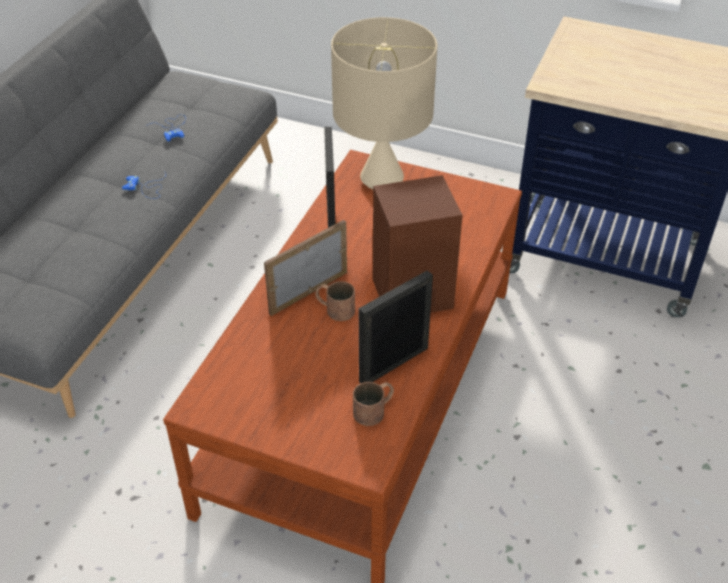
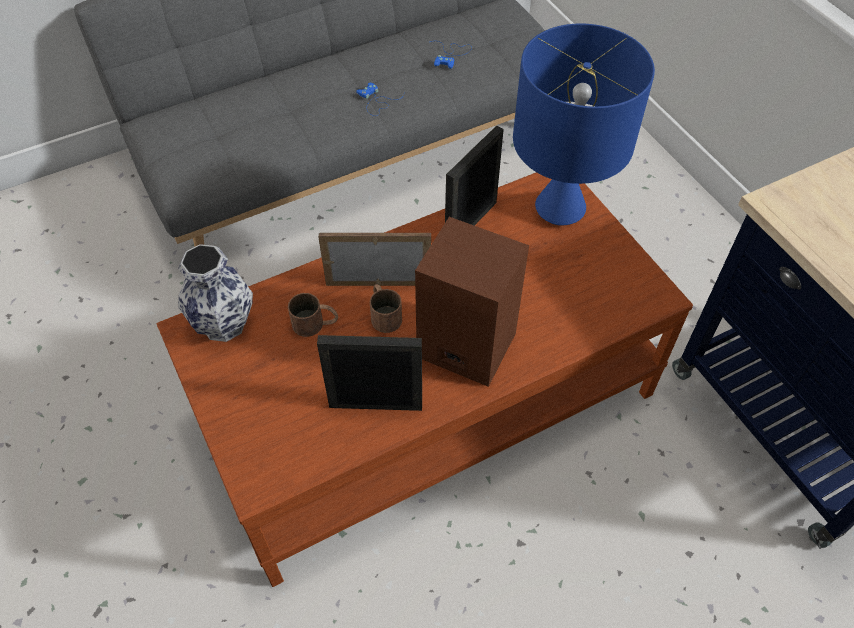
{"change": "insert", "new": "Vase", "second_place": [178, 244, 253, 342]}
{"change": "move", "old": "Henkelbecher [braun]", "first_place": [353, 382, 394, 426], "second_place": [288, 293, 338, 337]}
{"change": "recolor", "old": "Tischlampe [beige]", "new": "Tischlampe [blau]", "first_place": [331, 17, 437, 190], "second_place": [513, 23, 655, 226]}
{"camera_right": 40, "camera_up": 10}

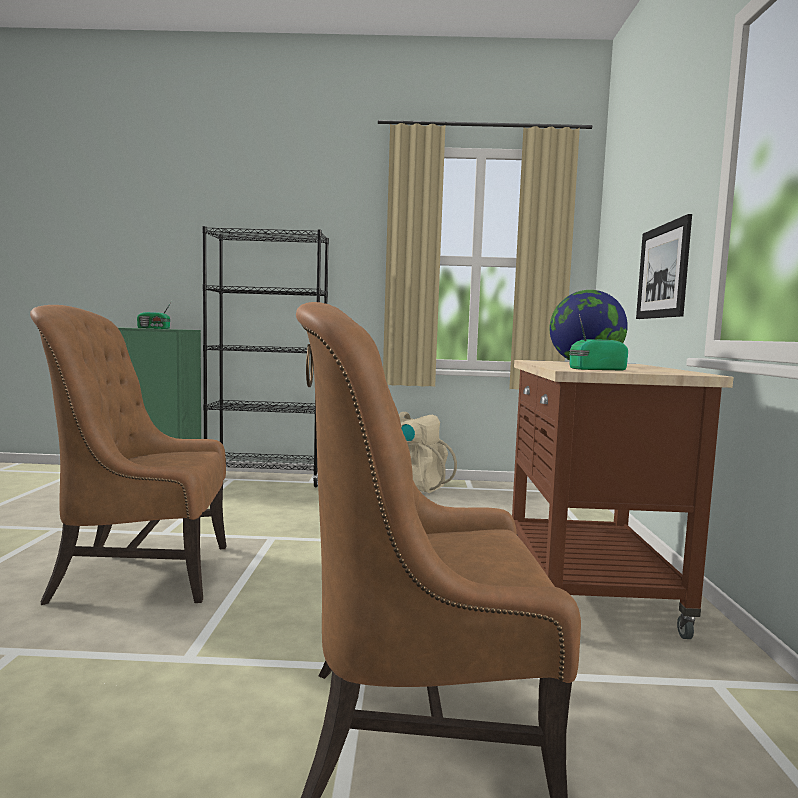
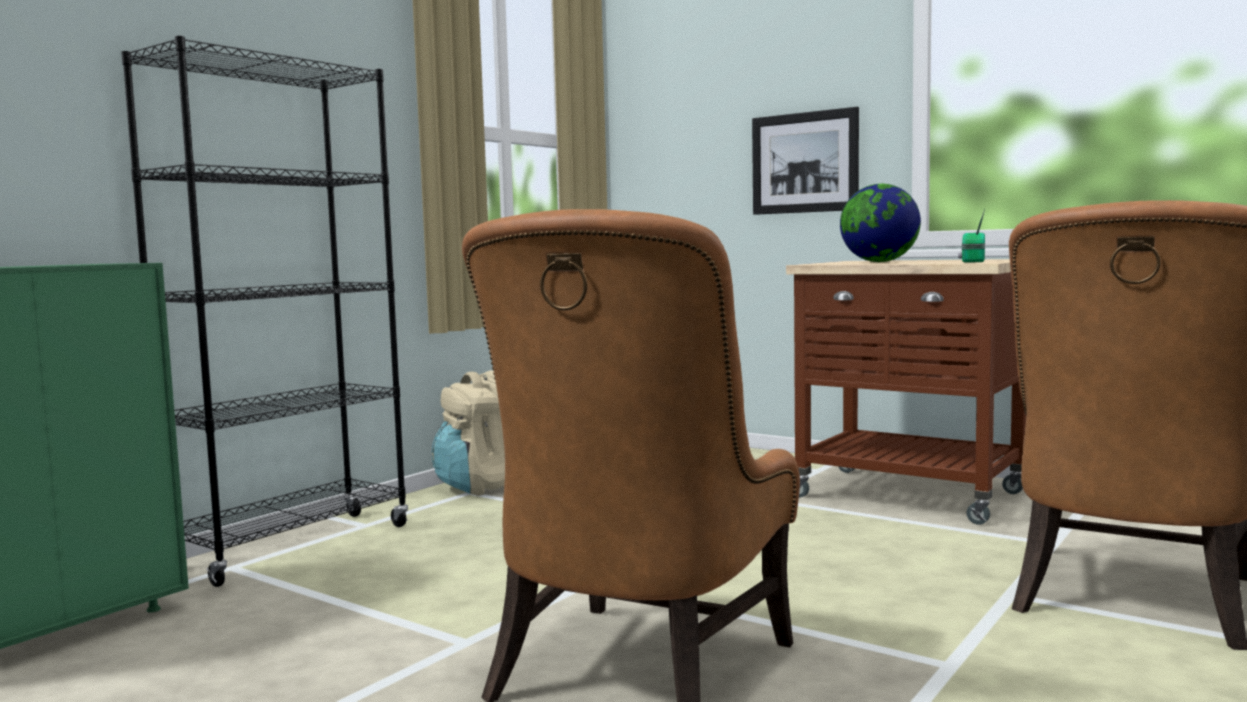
{"change": "delete", "old": "Radio", "first_place": [137, 301, 172, 329]}
{"camera_right": -55, "camera_up": 0}

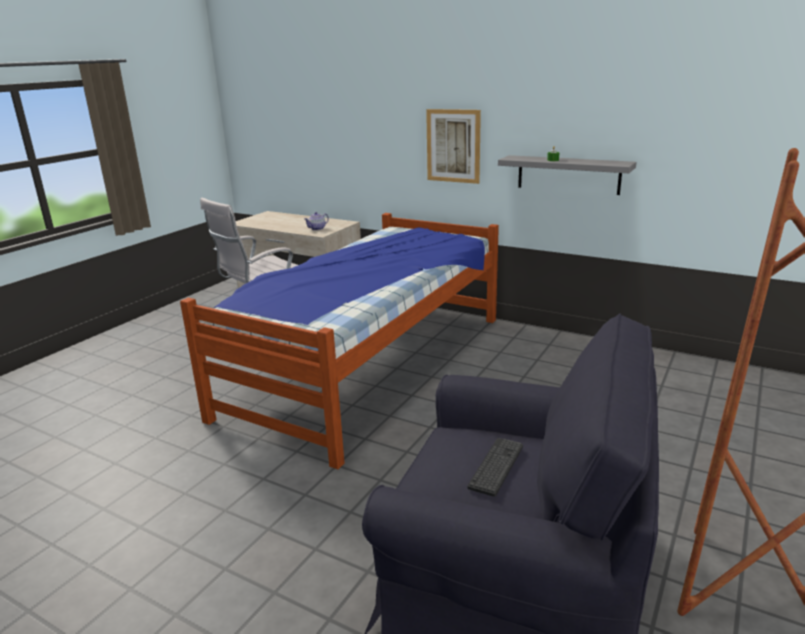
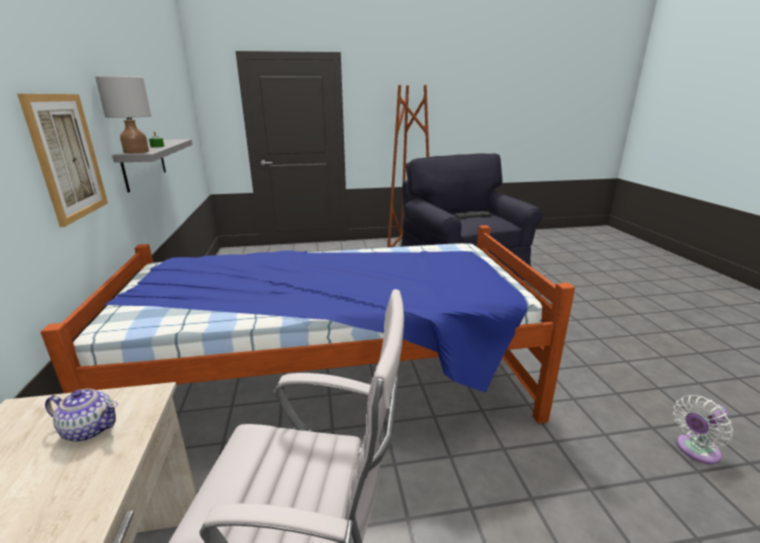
{"change": "insert", "new": "Tischlampe [grau]", "second_place": [95, 76, 151, 153]}
{"change": "insert", "new": "Ventilator [weiß]", "second_place": [673, 395, 733, 464]}
{"camera_right": -130, "camera_up": 0}

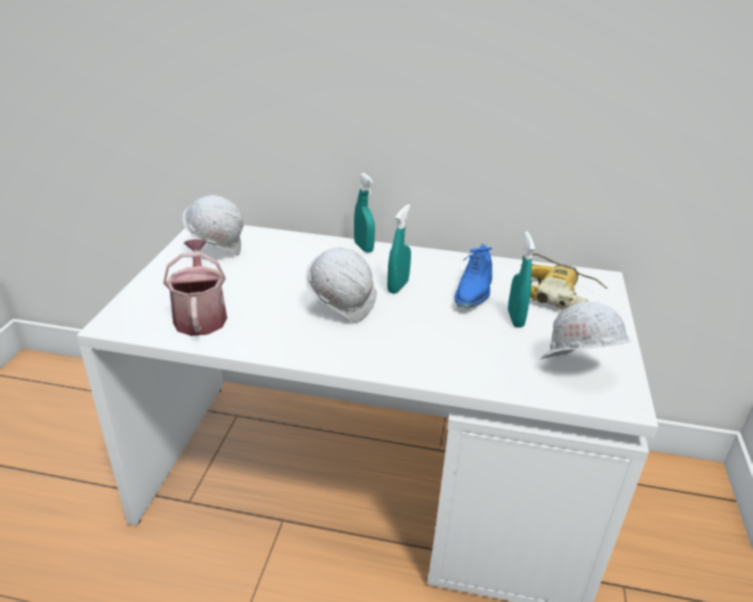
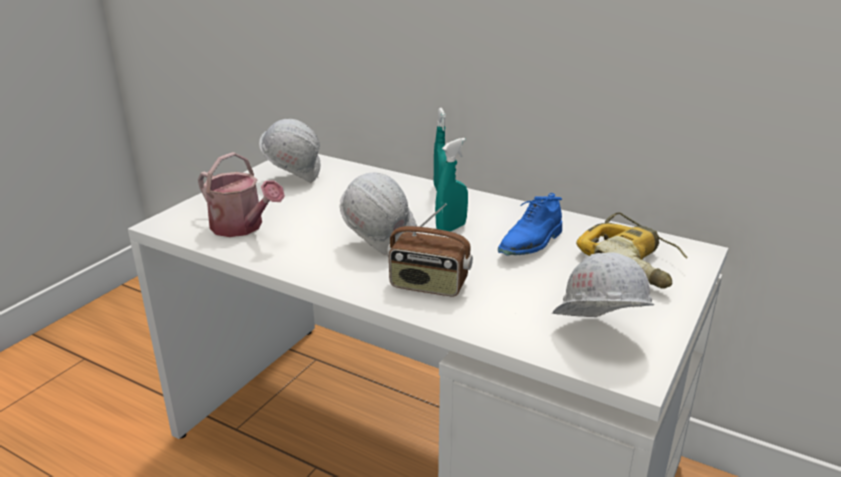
{"change": "rotate", "old": "Gießkanne", "first_place": [163, 239, 227, 336], "second_place": [198, 152, 285, 237], "degrees": 120}
{"change": "insert", "new": "Radio", "second_place": [387, 203, 473, 296]}
{"change": "delete", "old": "Sprühflasche [türkis]", "first_place": [508, 231, 535, 328]}
{"camera_right": 20, "camera_up": -5}

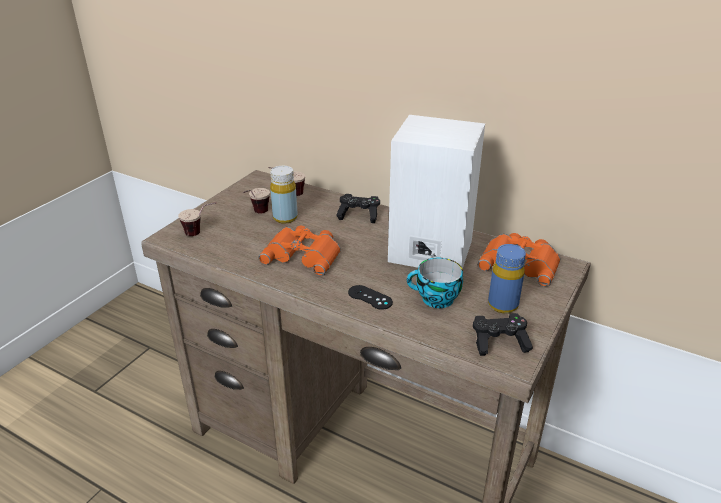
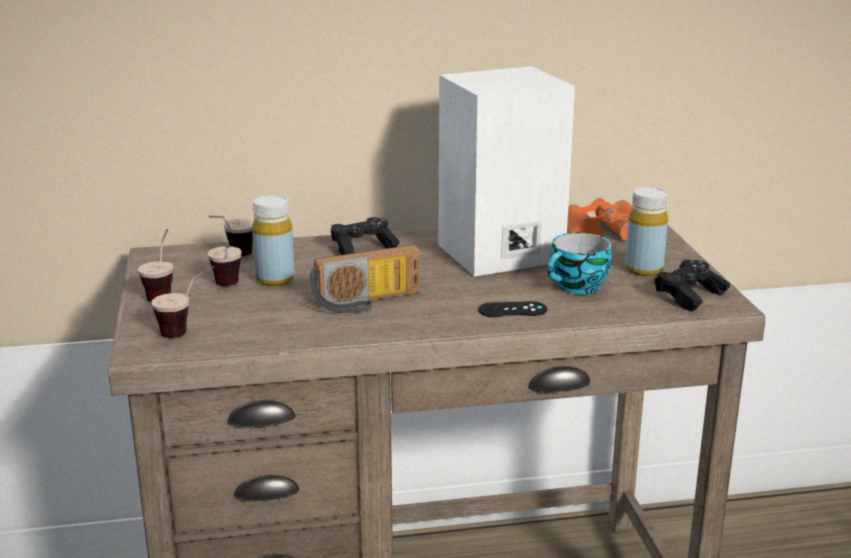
{"change": "insert", "new": "Tasse", "second_place": [138, 229, 174, 302]}
{"change": "replace", "old": "Fernglas [orange]", "new": "Radio", "first_place": [259, 226, 341, 276], "second_place": [310, 245, 420, 313]}
{"change": "recolor", "old": "Flasche [blau]", "new": "Flasche [gelb]", "first_place": [488, 244, 526, 313], "second_place": [625, 187, 668, 276]}
{"camera_right": -40, "camera_up": -10}

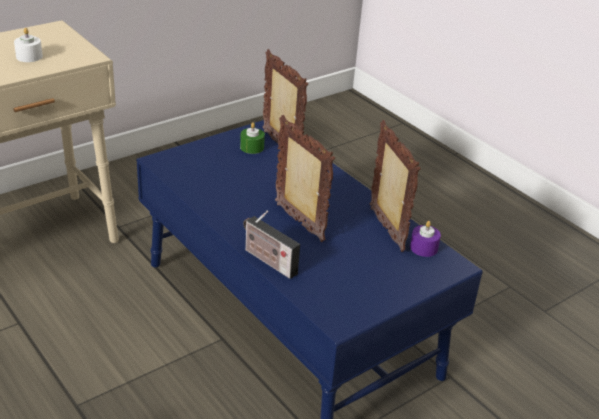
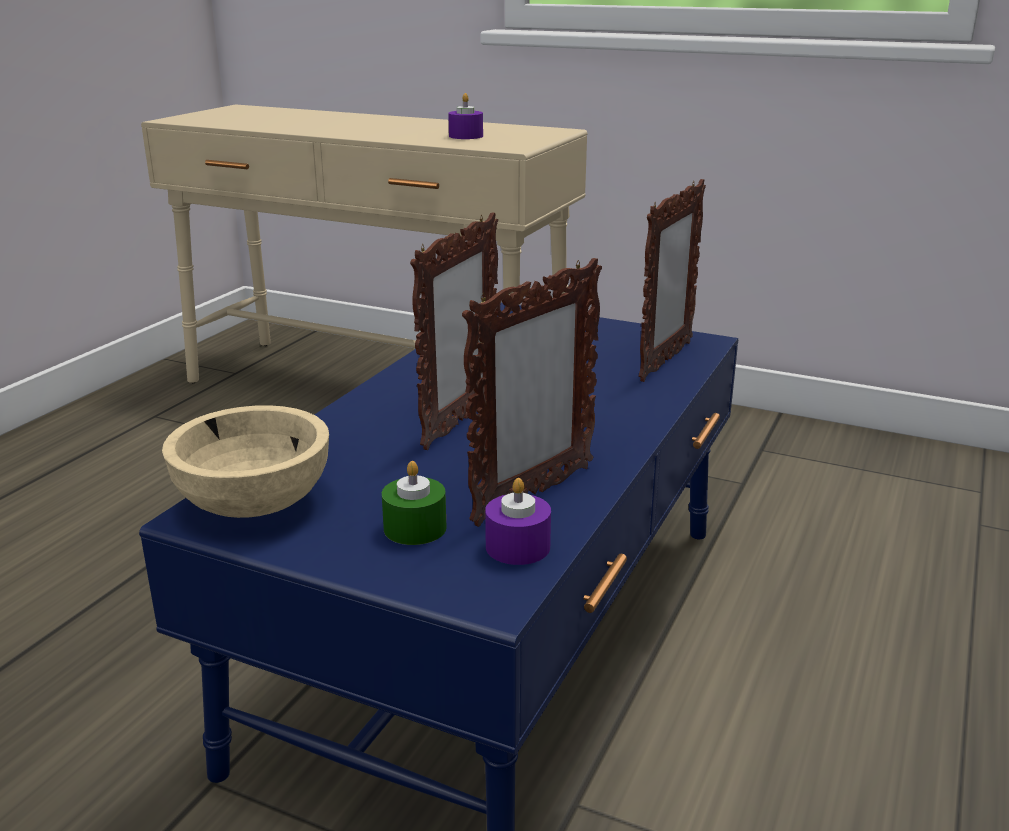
{"change": "insert", "new": "Schüssel [beige]", "second_place": [162, 405, 329, 518]}
{"change": "move", "old": "Kerze [grün]", "first_place": [240, 122, 265, 154], "second_place": [382, 461, 447, 545]}
{"change": "recolor", "old": "Kerze [weiß]", "new": "Kerze [lila]", "first_place": [14, 28, 43, 62], "second_place": [448, 93, 483, 139]}
{"change": "delete", "old": "Radio", "first_place": [243, 210, 300, 279]}
{"camera_right": 65, "camera_up": -10}

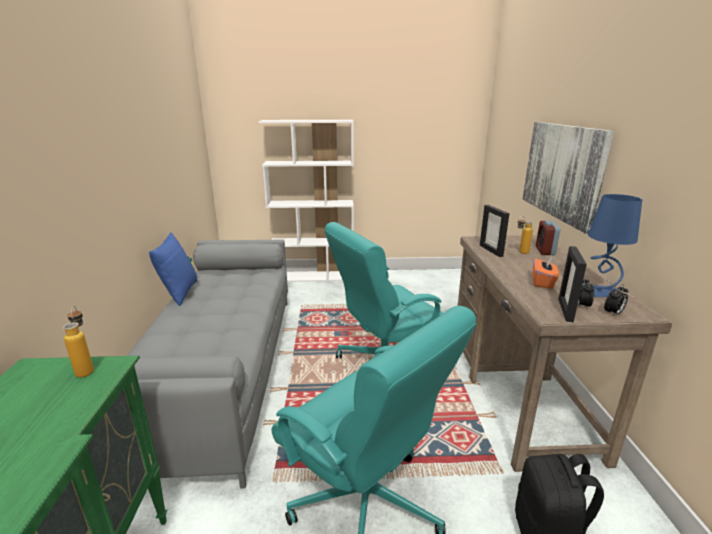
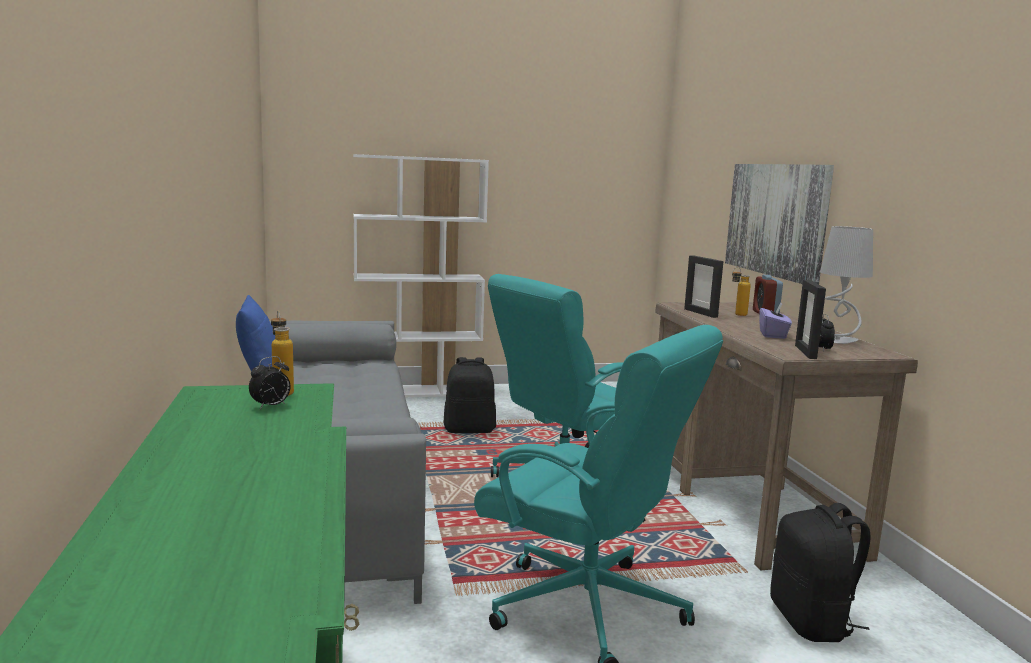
{"change": "move", "old": "Wecker", "first_place": [604, 284, 629, 315], "second_place": [249, 356, 291, 409]}
{"change": "insert", "new": "Rucksack [schwarz]", "second_place": [443, 357, 496, 433]}
{"change": "recolor", "old": "Taschentuchbox [orange]", "new": "Taschentuchbox [lila]", "first_place": [533, 256, 559, 289], "second_place": [759, 303, 792, 339]}
{"change": "recolor", "old": "Tischlampe [blau]", "new": "Tischlampe [grau]", "first_place": [583, 194, 642, 297], "second_place": [820, 226, 873, 344]}
{"camera_right": -10, "camera_up": -10}

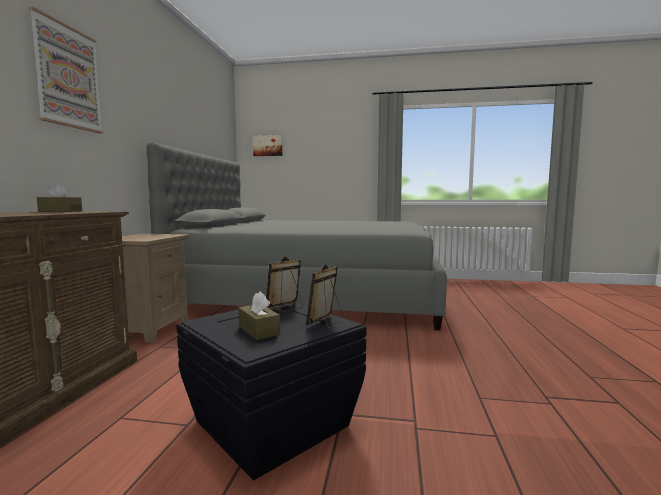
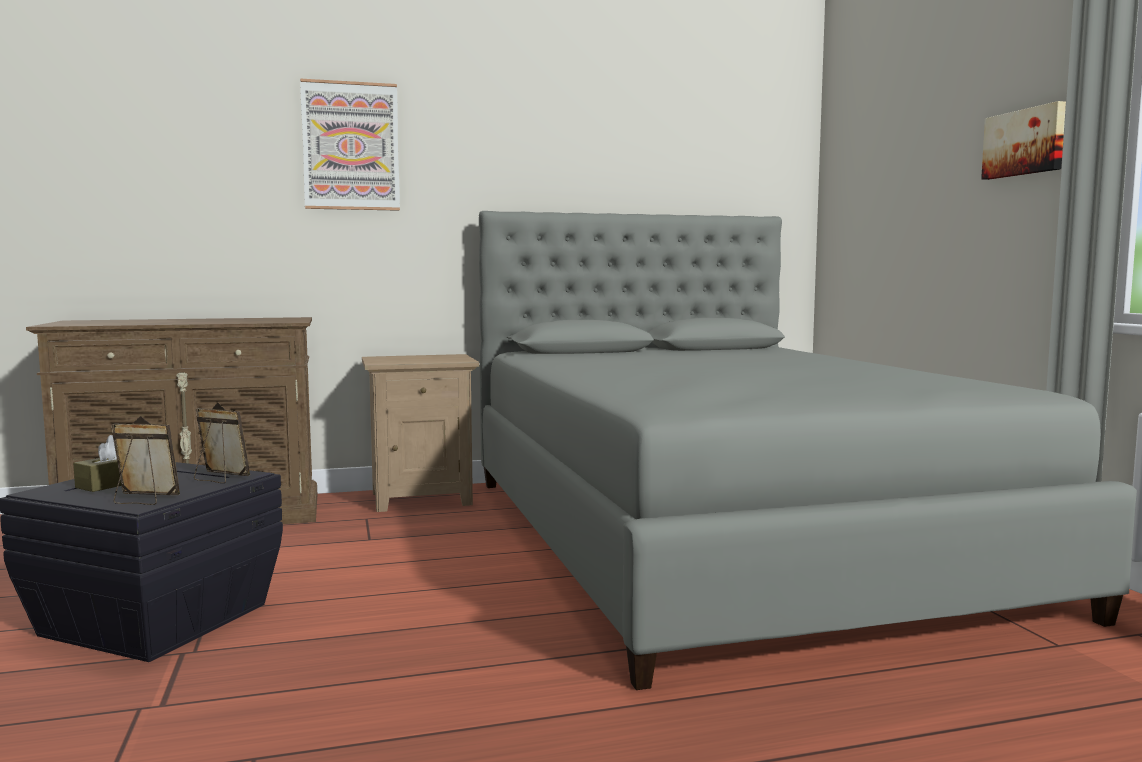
{"change": "move", "old": "Bild", "first_place": [253, 135, 283, 156], "second_place": [981, 101, 1066, 180]}
{"change": "delete", "old": "Taschentuchbox [braun]", "first_place": [37, 183, 82, 212]}
{"camera_right": 65, "camera_up": 0}

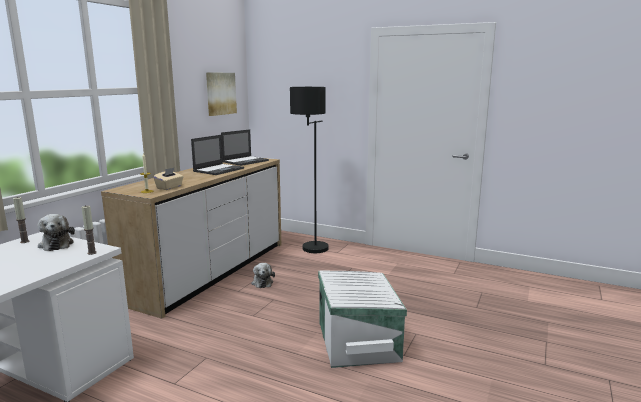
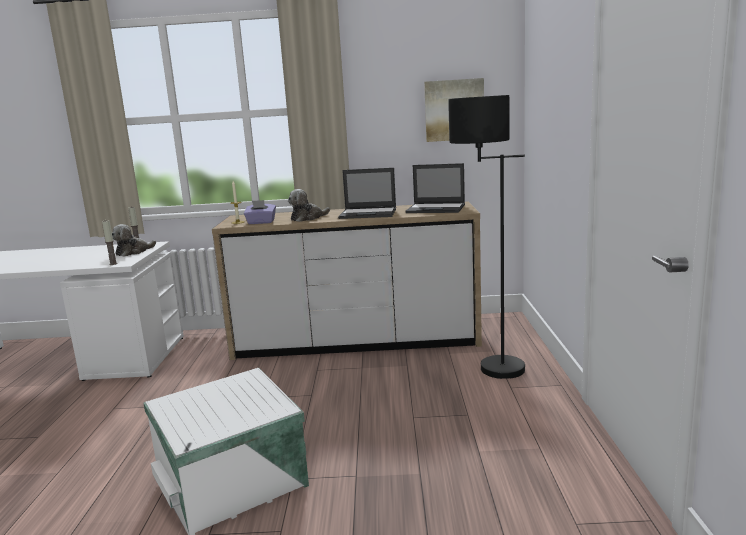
{"change": "recolor", "old": "Taschentuchbox [beige]", "new": "Taschentuchbox [lila]", "first_place": [153, 168, 184, 190], "second_place": [244, 200, 276, 224]}
{"change": "move", "old": "Plüschtier", "first_place": [251, 263, 275, 288], "second_place": [288, 189, 330, 222]}
{"camera_right": 65, "camera_up": 0}

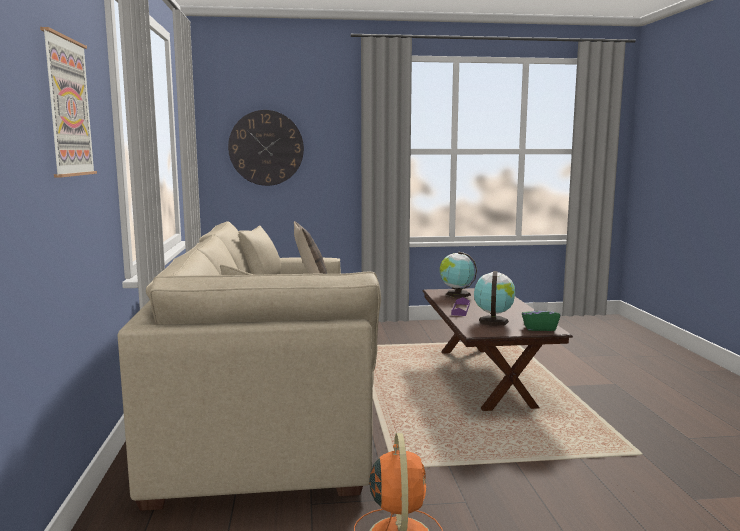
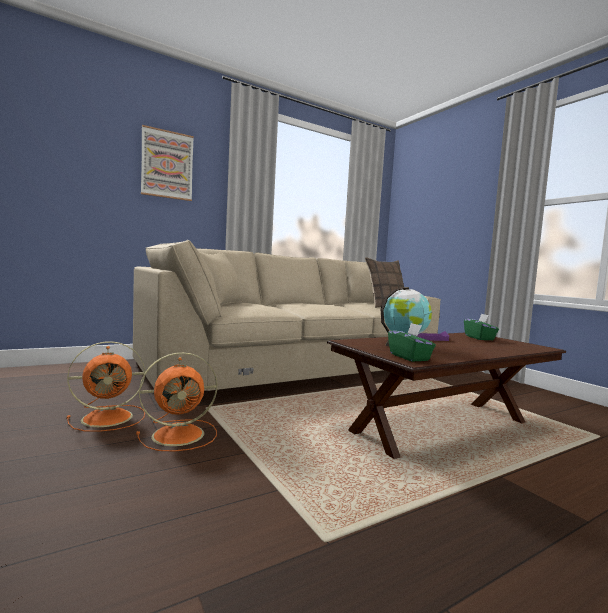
{"change": "insert", "new": "Ventilator [orange]", "second_place": [136, 352, 217, 452]}
{"change": "replace", "old": "Globus", "new": "Taschentuchbox [grün]", "first_place": [440, 252, 477, 297], "second_place": [464, 314, 499, 340]}
{"change": "delete", "old": "Wanduhr", "first_place": [228, 110, 304, 186]}
{"camera_right": 65, "camera_up": -5}

